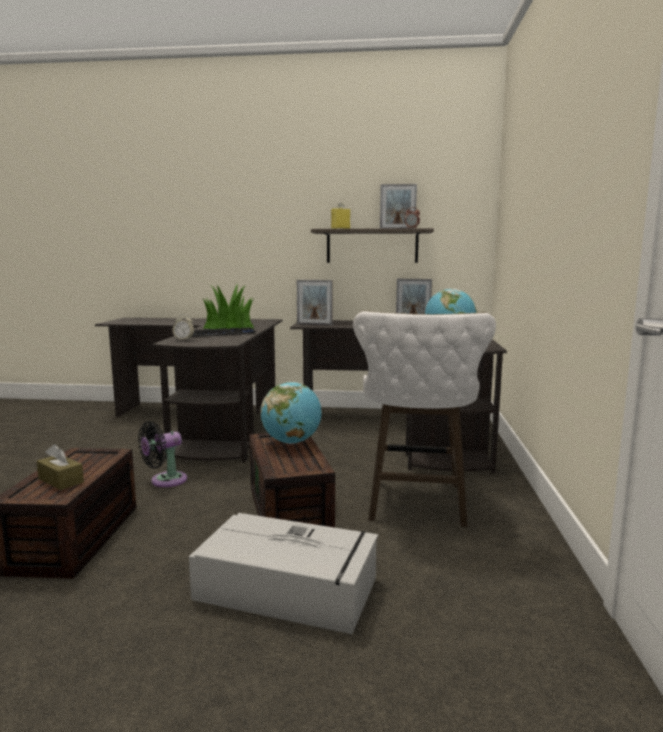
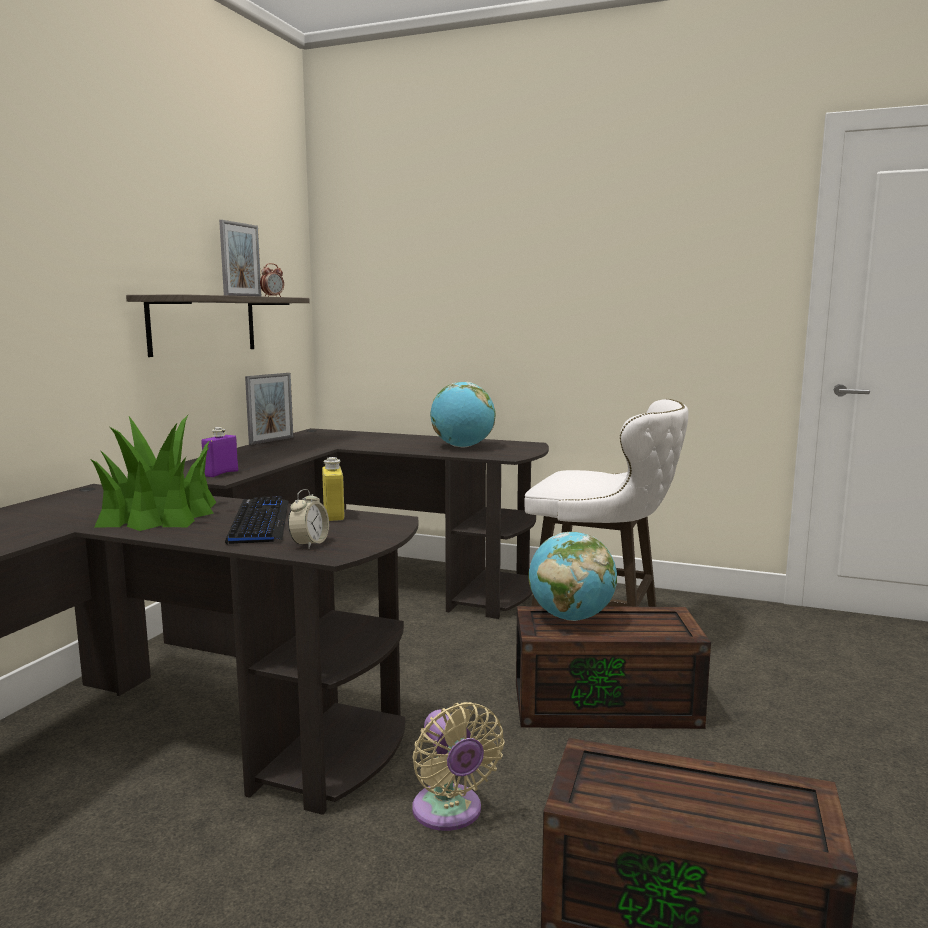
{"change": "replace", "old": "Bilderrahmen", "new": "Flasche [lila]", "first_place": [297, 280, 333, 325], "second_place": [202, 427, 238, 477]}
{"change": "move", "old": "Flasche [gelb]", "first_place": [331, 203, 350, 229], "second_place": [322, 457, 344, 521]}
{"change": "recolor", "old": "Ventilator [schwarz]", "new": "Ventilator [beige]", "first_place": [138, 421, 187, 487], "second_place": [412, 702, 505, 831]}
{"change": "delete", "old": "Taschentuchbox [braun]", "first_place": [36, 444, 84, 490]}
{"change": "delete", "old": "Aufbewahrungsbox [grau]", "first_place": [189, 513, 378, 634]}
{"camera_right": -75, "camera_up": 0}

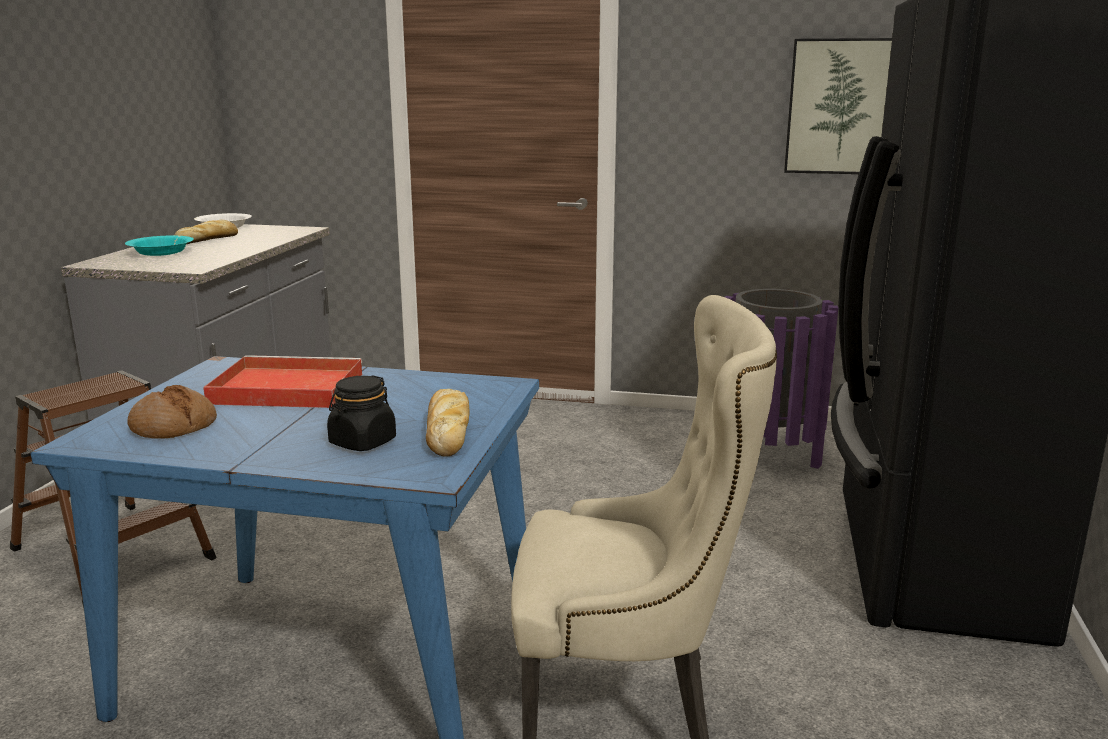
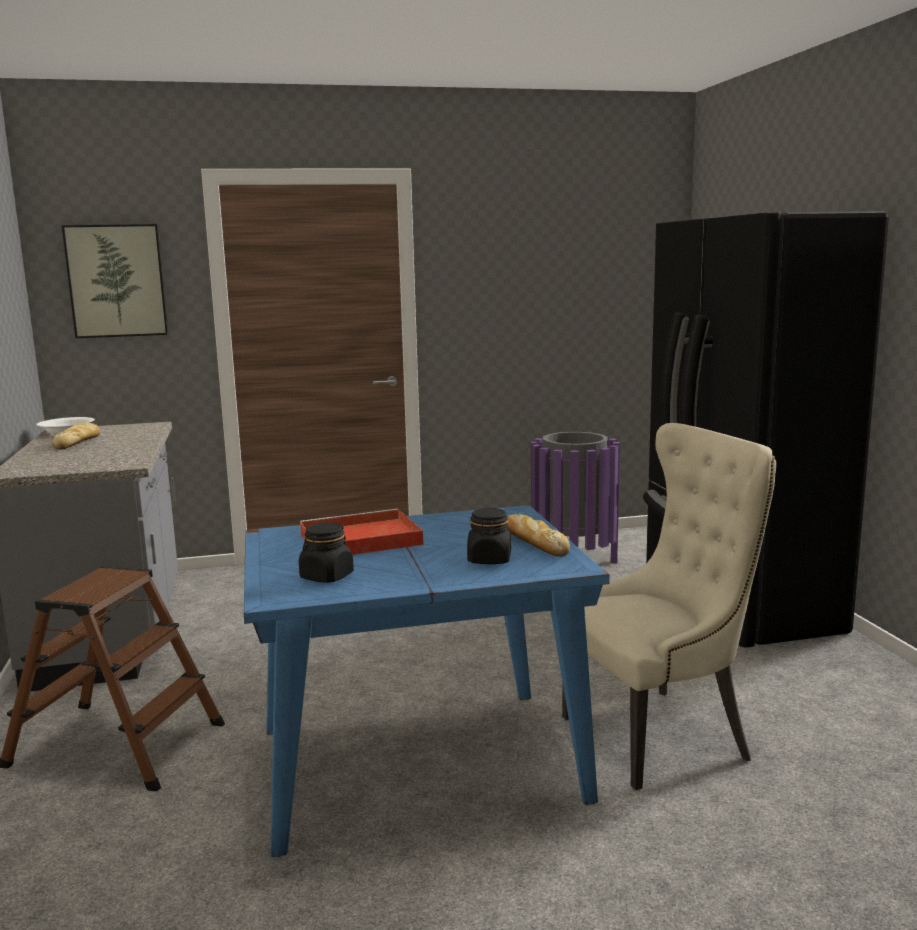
{"change": "move", "old": "Bild", "first_place": [784, 38, 892, 174], "second_place": [62, 224, 168, 338]}
{"change": "replace", "old": "Brot", "new": "Vorratsglas [schwarz]", "first_place": [128, 385, 217, 439], "second_place": [299, 522, 354, 583]}
{"change": "delete", "old": "Schüssel [türkis]", "first_place": [125, 236, 194, 256]}
{"camera_right": -25, "camera_up": -5}

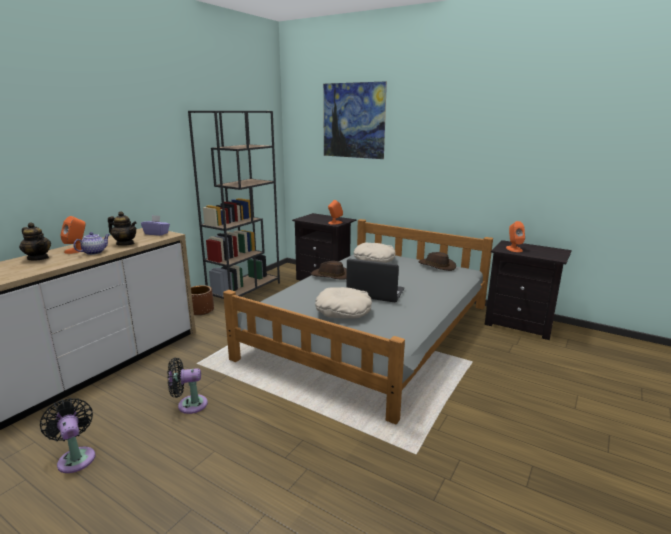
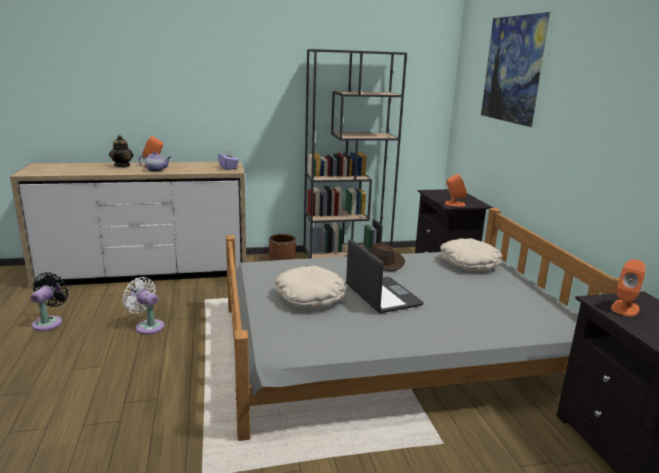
{"change": "recolor", "old": "Ventilator [schwarz]", "new": "Ventilator [weiß]", "first_place": [167, 358, 208, 414], "second_place": [122, 277, 164, 335]}
{"change": "delete", "old": "Teekanne", "first_place": [108, 211, 137, 246]}
{"change": "delete", "old": "Hut [braun]", "first_place": [418, 252, 456, 271]}
{"camera_right": 45, "camera_up": 0}

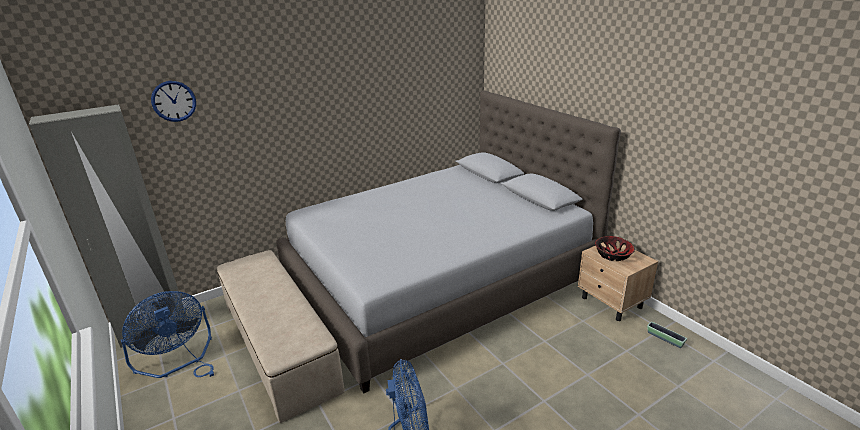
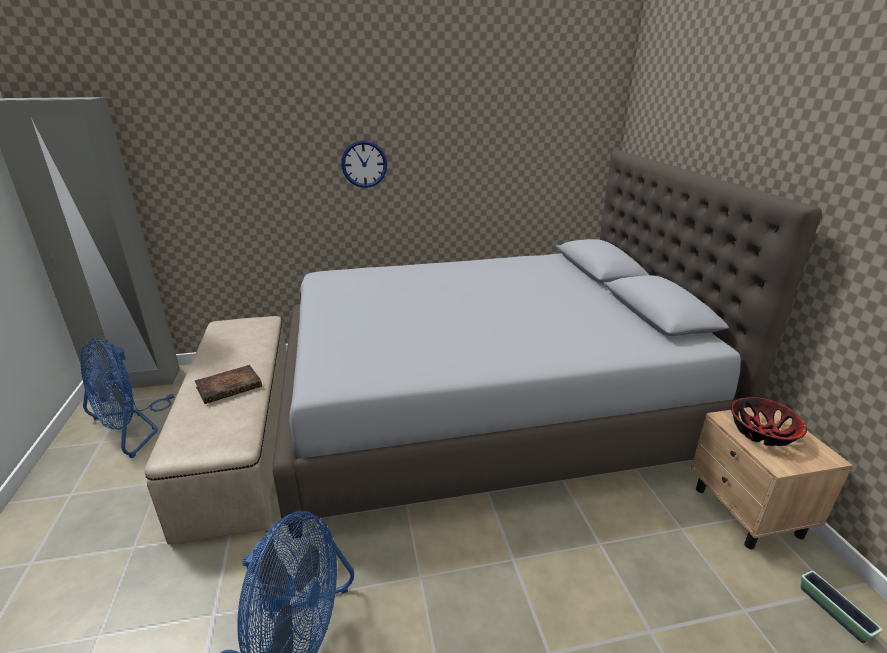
{"change": "rotate", "old": "Ventilator [blau]", "first_place": [121, 291, 214, 378], "second_place": [80, 338, 175, 458], "degrees": -120}
{"change": "insert", "new": "Buch", "second_place": [195, 365, 262, 404]}
{"change": "move", "old": "Wanduhr", "first_place": [151, 81, 196, 122], "second_place": [341, 140, 387, 188]}
{"camera_right": 20, "camera_up": 0}

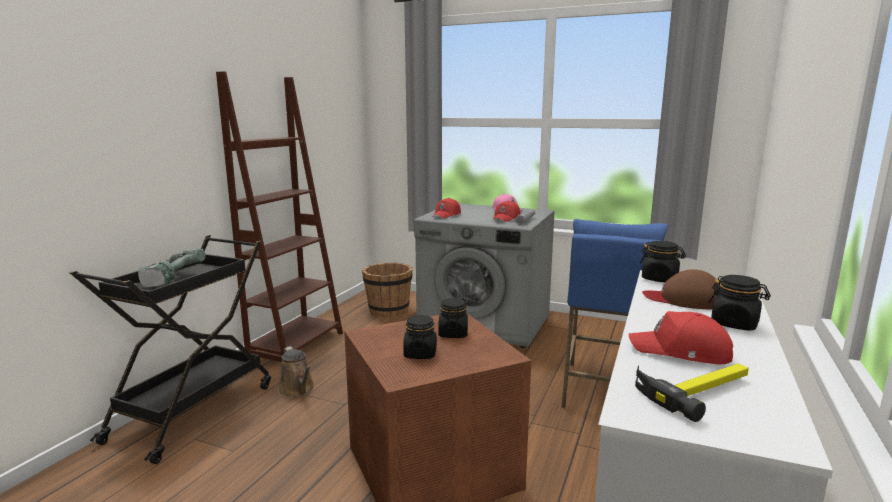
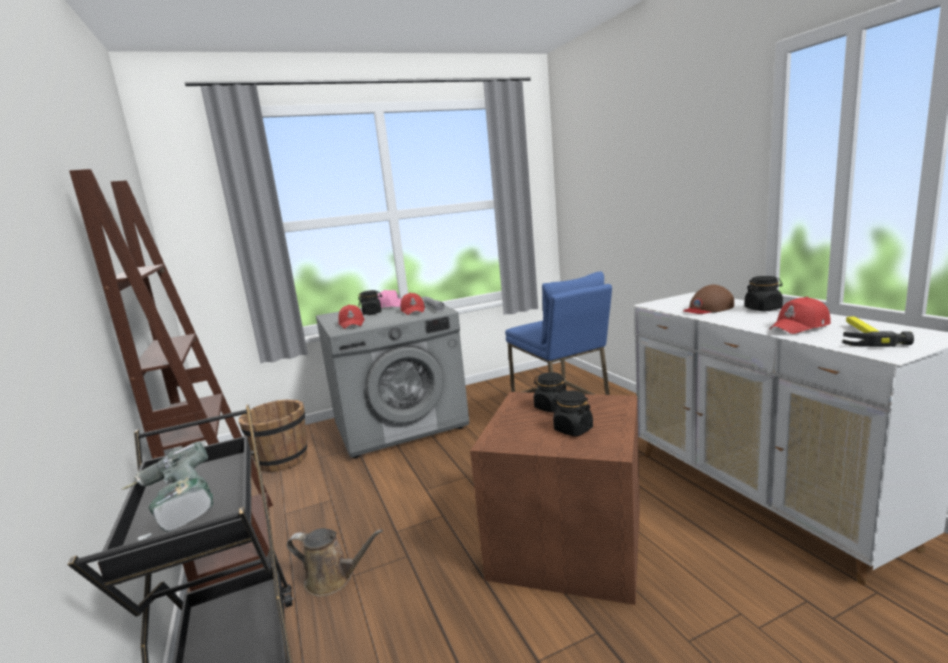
{"change": "move", "old": "Vorratsglas [schwarz]", "first_place": [640, 241, 686, 282], "second_place": [358, 290, 382, 315]}
{"camera_right": -45, "camera_up": 0}

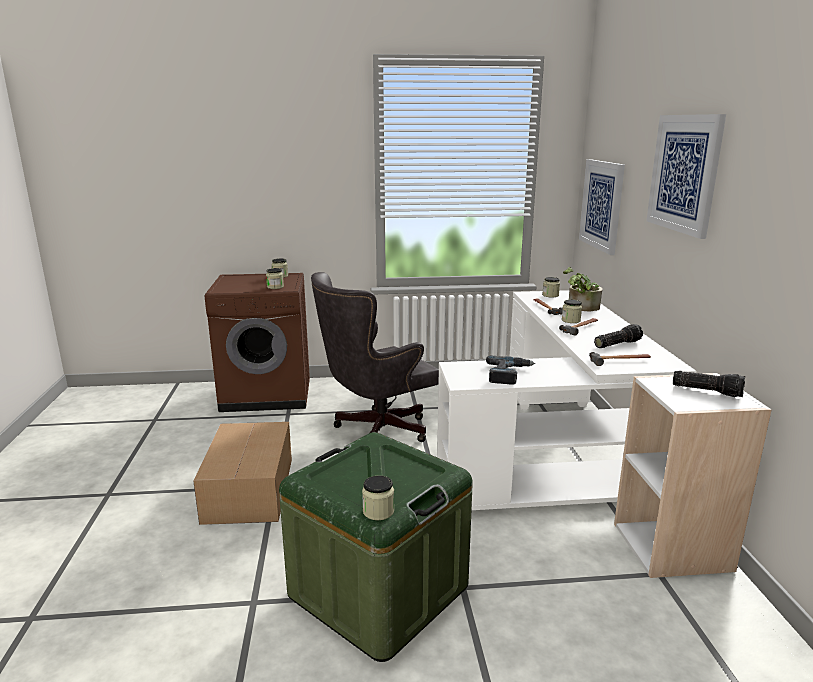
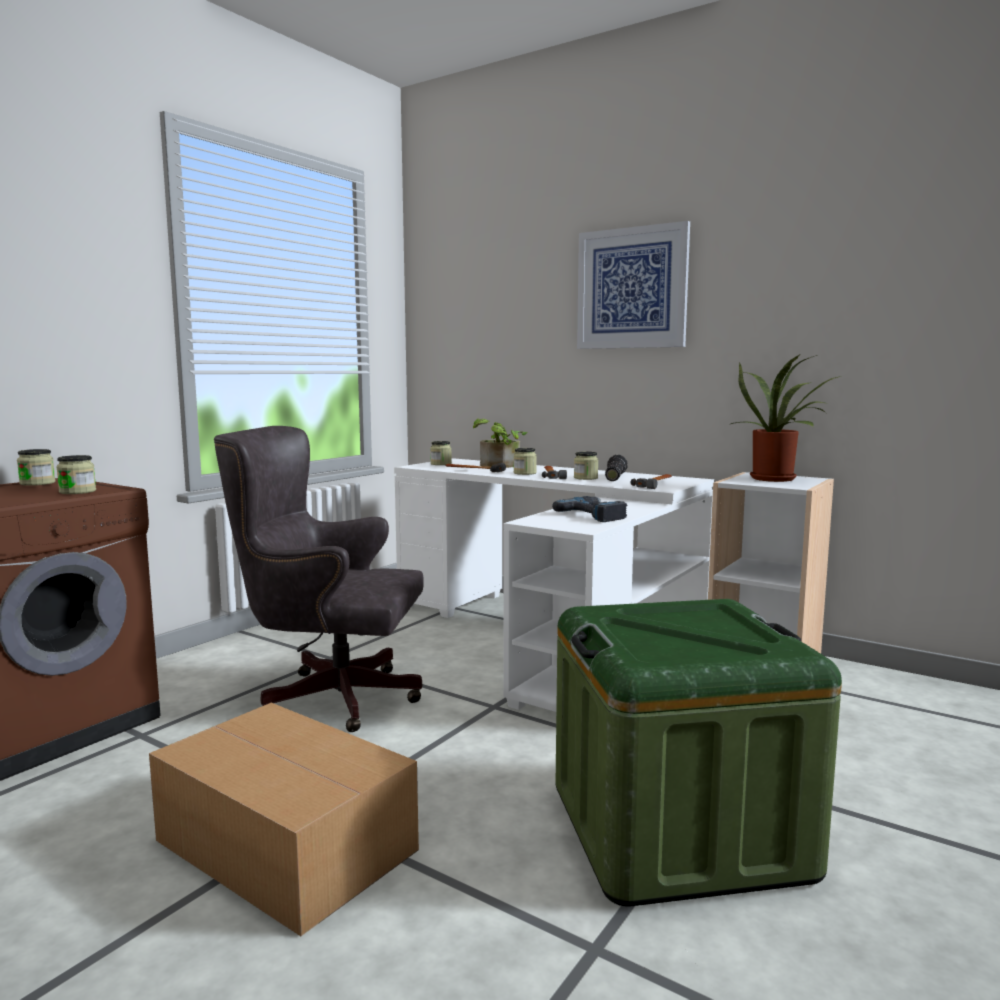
{"change": "rotate", "old": "Bürostuhl [grau]", "first_place": [311, 272, 439, 442], "second_place": [214, 426, 424, 732], "degrees": 90}
{"change": "move", "old": "Vorratsglas", "first_place": [362, 475, 394, 520], "second_place": [574, 451, 598, 480]}
{"change": "replace", "old": "Taschenlampe", "new": "Topfpflanze", "first_place": [673, 371, 745, 397], "second_place": [731, 355, 842, 482]}
{"change": "delete", "old": "Bild", "first_place": [579, 159, 625, 255]}
{"camera_right": -50, "camera_up": -10}

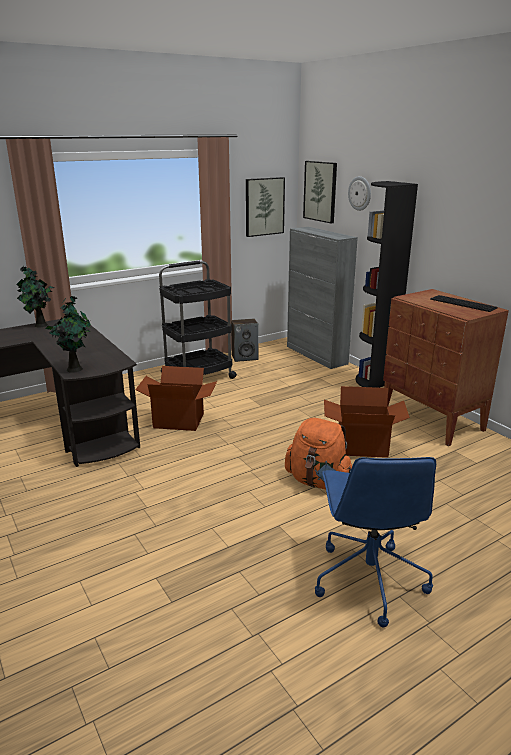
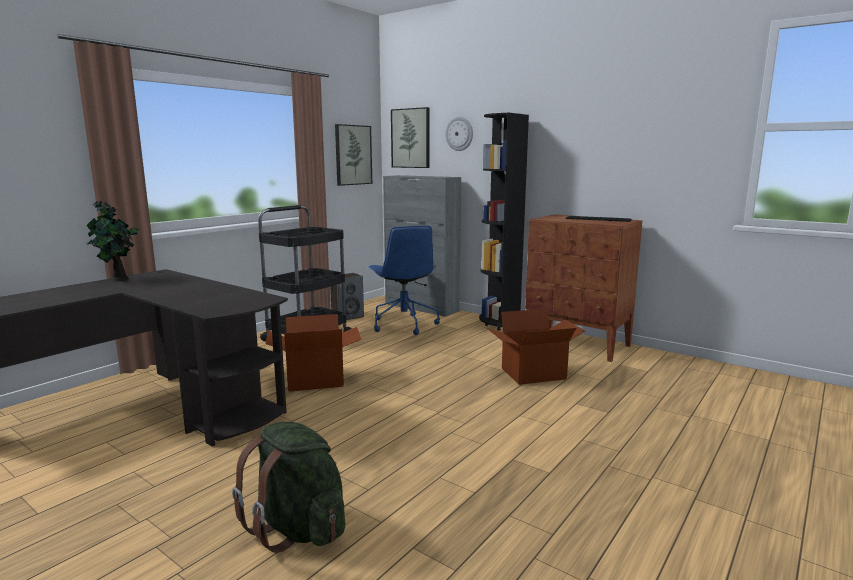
{"change": "insert", "new": "Rucksack [grün]", "second_place": [232, 422, 346, 553]}
{"change": "move", "old": "Bürostuhl [blau]", "first_place": [315, 457, 436, 627], "second_place": [369, 226, 440, 335]}
{"change": "delete", "old": "Topfpflanze", "first_place": [45, 296, 91, 373]}
{"change": "delete", "old": "Rucksack [orange]", "first_place": [285, 418, 352, 489]}
{"camera_right": -20, "camera_up": -10}

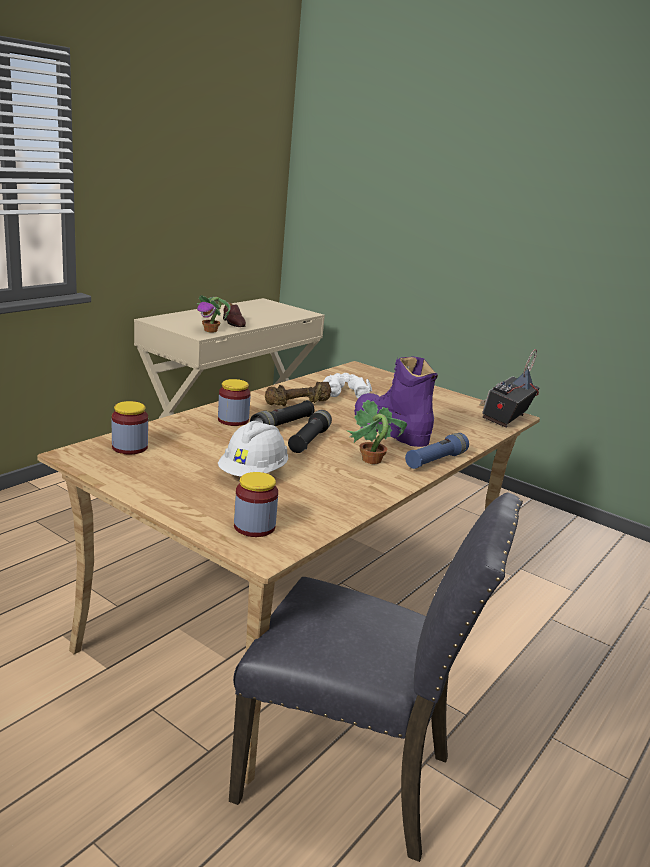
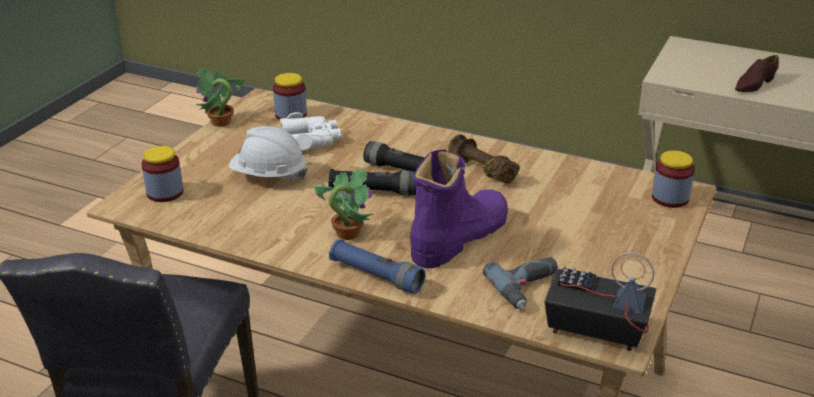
{"change": "move", "old": "Topfpflanze", "first_place": [197, 295, 231, 333], "second_place": [195, 68, 244, 127]}
{"change": "move", "old": "Fernglas [weiß]", "first_place": [323, 373, 372, 398], "second_place": [280, 112, 341, 151]}
{"change": "insert", "new": "Bohrmaschine", "second_place": [483, 257, 558, 309]}
{"change": "move", "old": "Vorratsglas", "first_place": [218, 379, 251, 426], "second_place": [652, 150, 694, 208]}
{"camera_right": 80, "camera_up": 10}

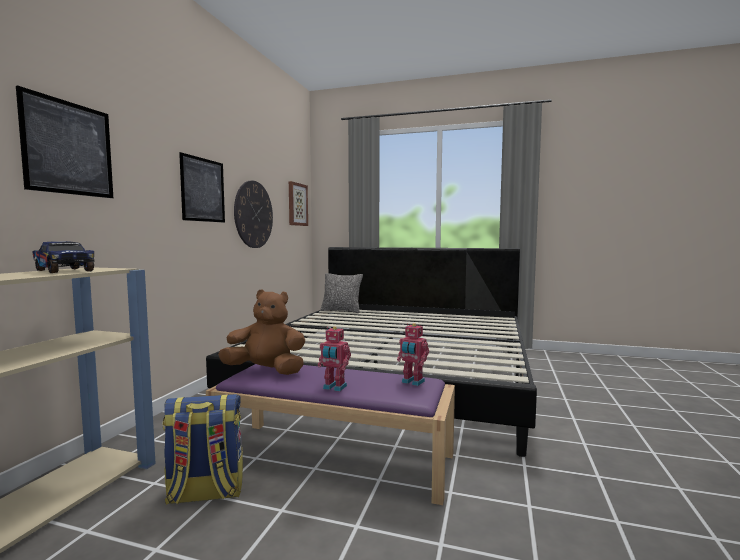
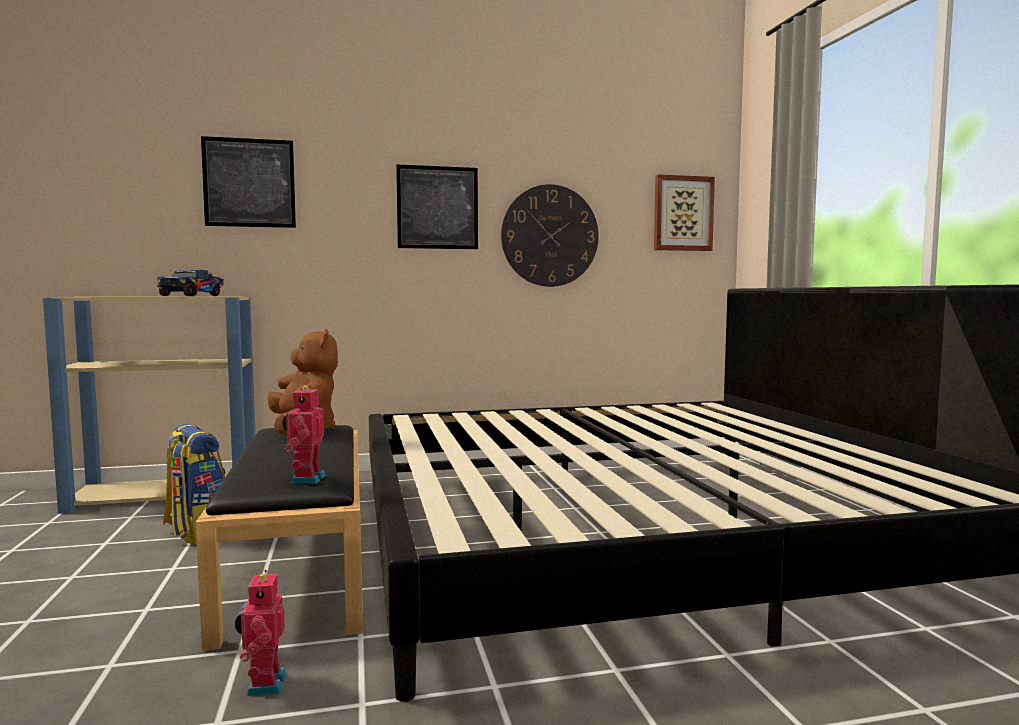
{"change": "recolor", "old": "Bank [lila]", "new": "Bank [schwarz]", "first_place": [206, 364, 455, 505], "second_place": [196, 425, 363, 651]}
{"change": "move", "old": "Spielzeugroboter", "first_place": [318, 326, 351, 391], "second_place": [235, 570, 286, 696]}
{"change": "delete", "old": "Kissen", "first_place": [321, 273, 363, 313]}
{"camera_right": 60, "camera_up": 0}

